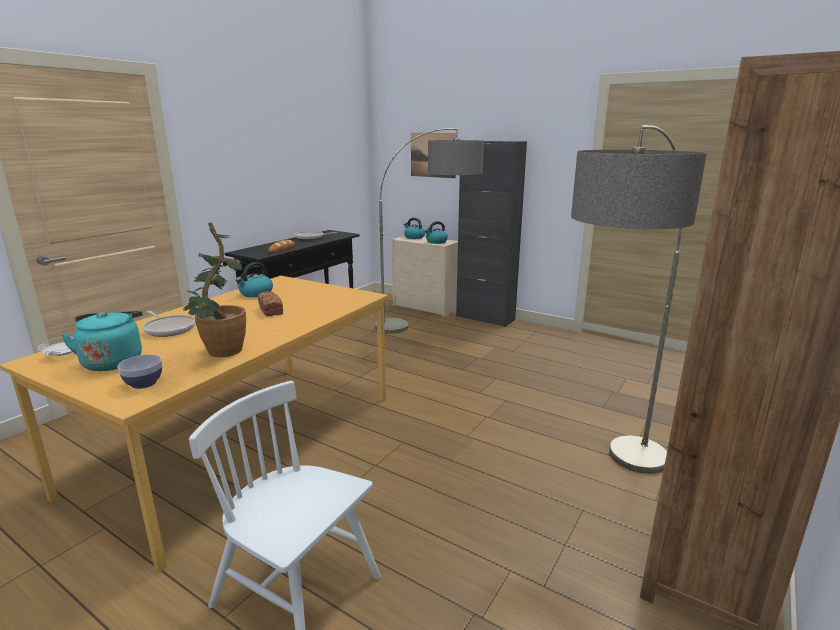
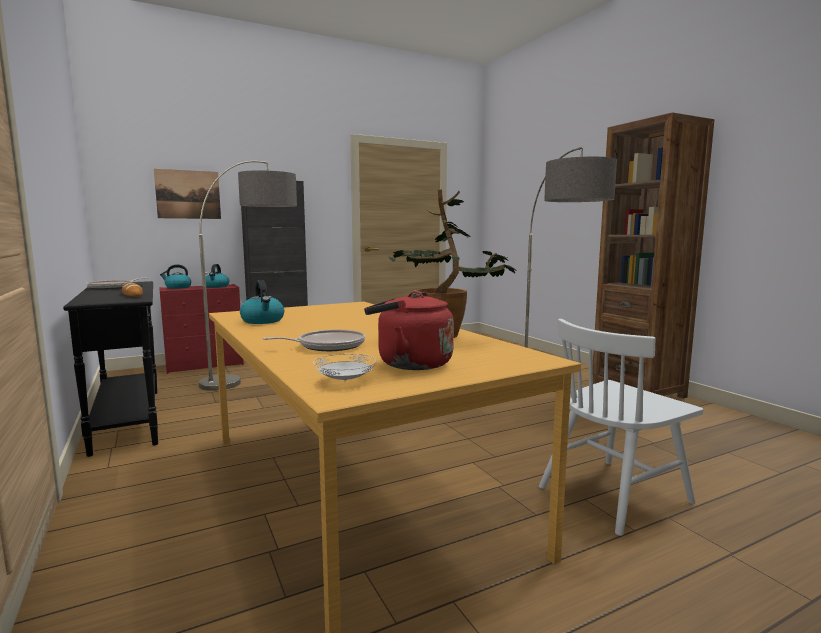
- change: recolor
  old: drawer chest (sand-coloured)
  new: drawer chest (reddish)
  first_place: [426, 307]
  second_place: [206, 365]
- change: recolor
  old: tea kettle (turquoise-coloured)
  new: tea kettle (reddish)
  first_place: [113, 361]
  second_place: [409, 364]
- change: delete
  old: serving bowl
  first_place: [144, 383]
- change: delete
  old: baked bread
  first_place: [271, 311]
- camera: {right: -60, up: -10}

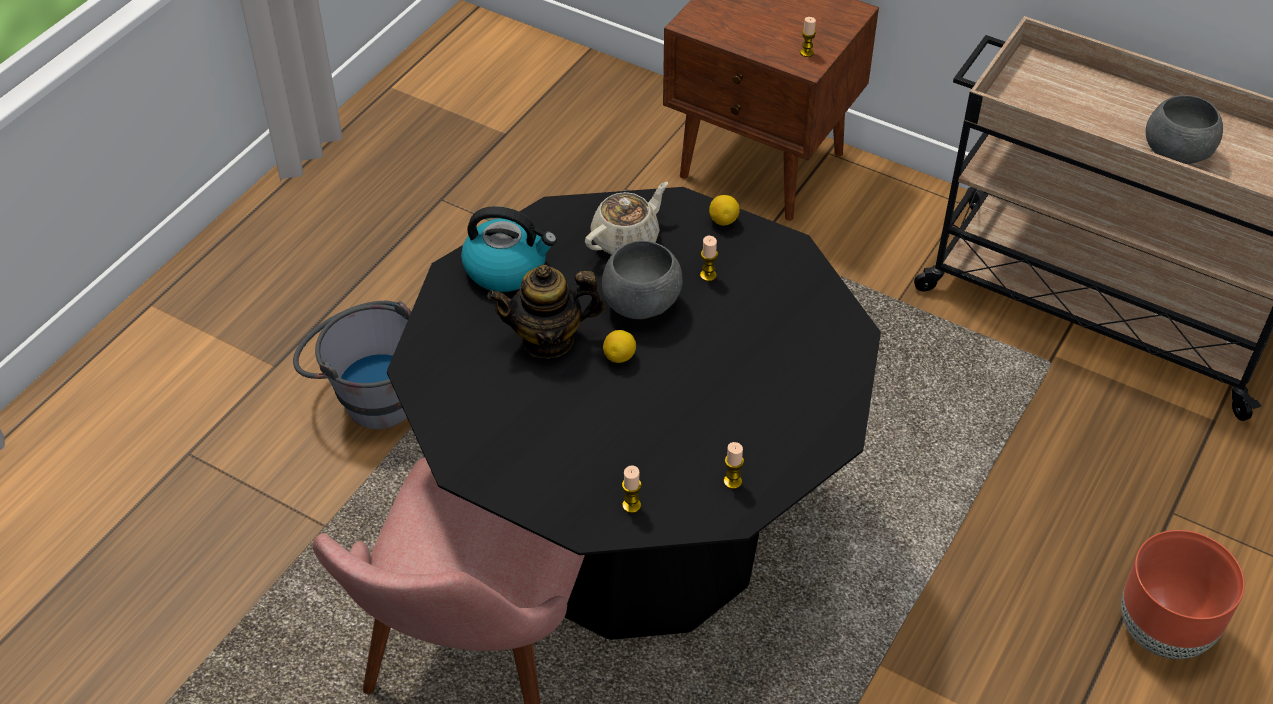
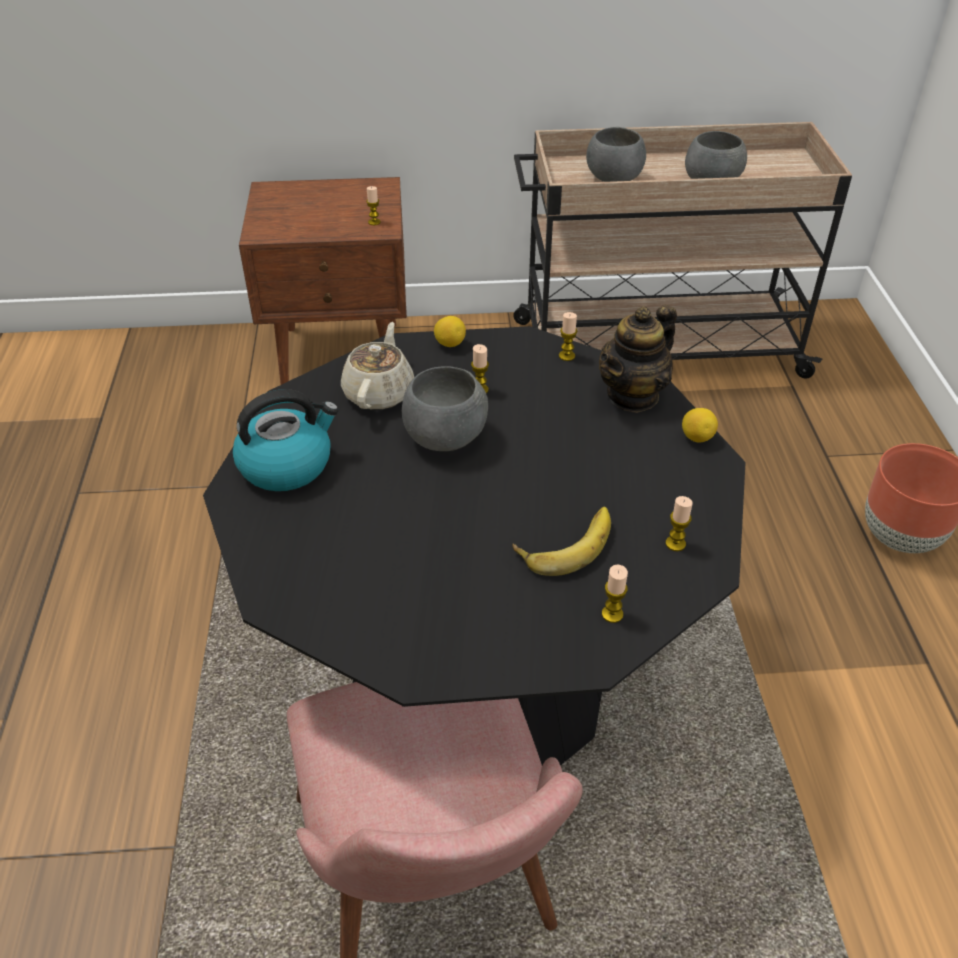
- change: insert
  new: whole banana
  second_place: [565, 543]
- change: insert
  new: wax light
  second_place: [566, 356]
- change: insert
  new: serving bowl (grey)
  second_place: [614, 179]
- change: move
  old: teapot
  first_place: [548, 339]
  second_place: [633, 395]
- change: move
  old: lemon
  first_place: [620, 357]
  second_place: [697, 437]
- change: delete
  old: pail (grey)
  first_place: [369, 396]
- camera: {right: -35, up: -5}

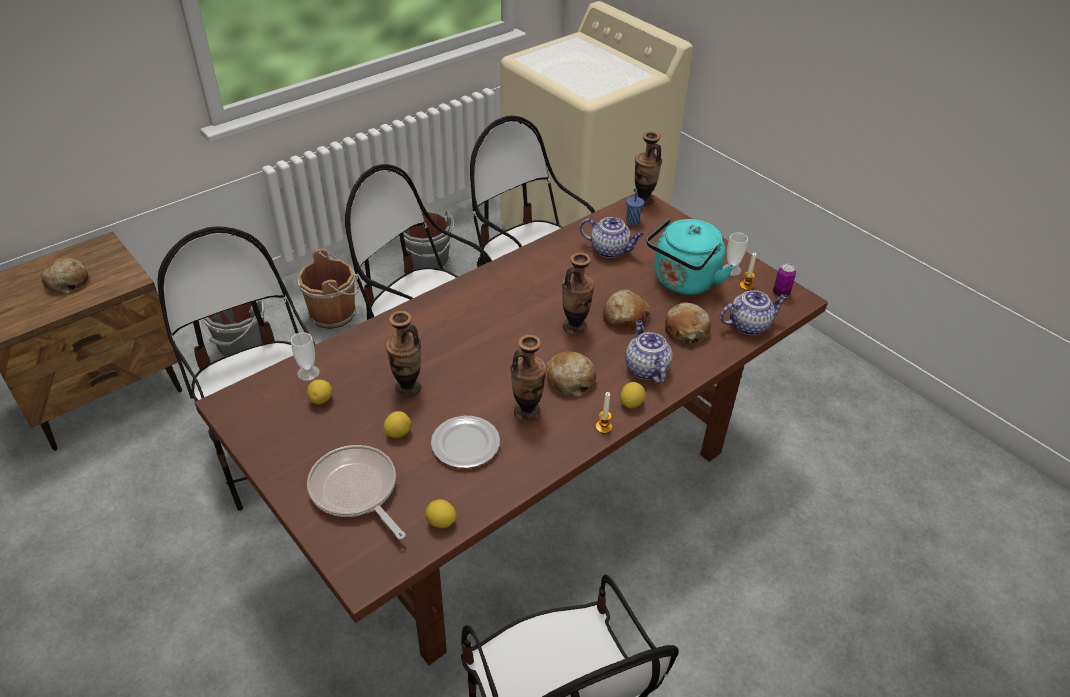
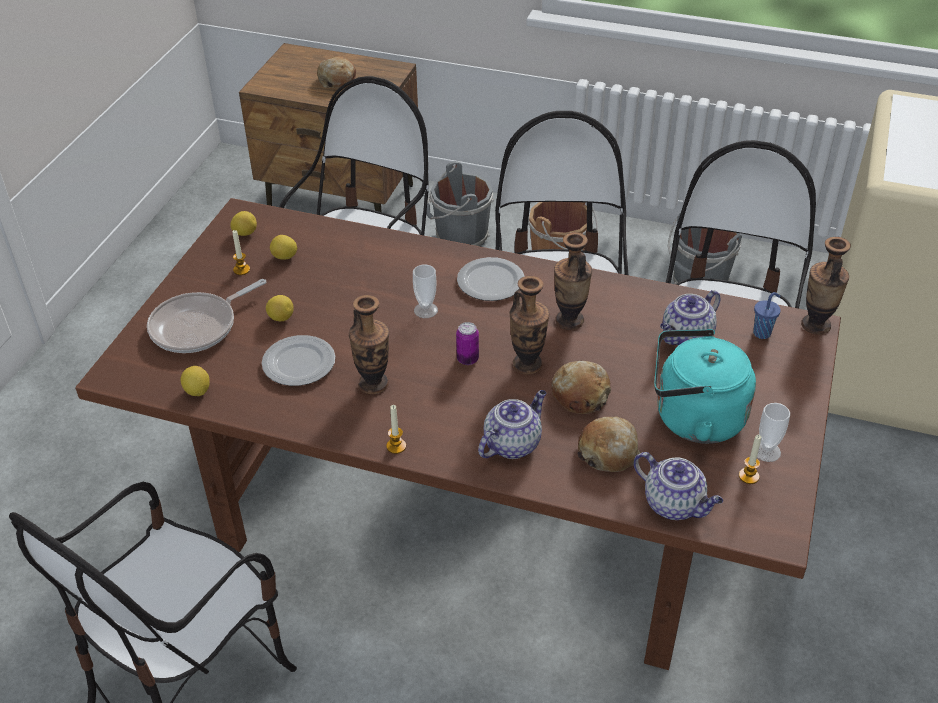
- change: rotate
  old: frying pan
  first_place: [356, 491]
  second_place: [198, 326]
  degrees: -150
- change: move
  old: lemon
  first_place: [631, 403]
  second_place: [245, 233]
- change: insert
  new: wax light
  second_place: [241, 270]
- change: move
  old: cup
  first_place: [308, 373]
  second_place: [425, 310]
- change: move
  old: sealed can
  first_place: [781, 293]
  second_place: [467, 359]
- change: insert
  new: plate
  second_place: [492, 282]
- change: move
  old: vase
  first_place: [408, 388]
  second_place: [569, 320]
- change: rotate
  old: teapot
  first_place: [610, 250]
  second_place: [686, 338]
  degrees: 60
- change: delete
  old: baked bread
  first_place: [570, 380]
- camera: {right: 60, up: 0}

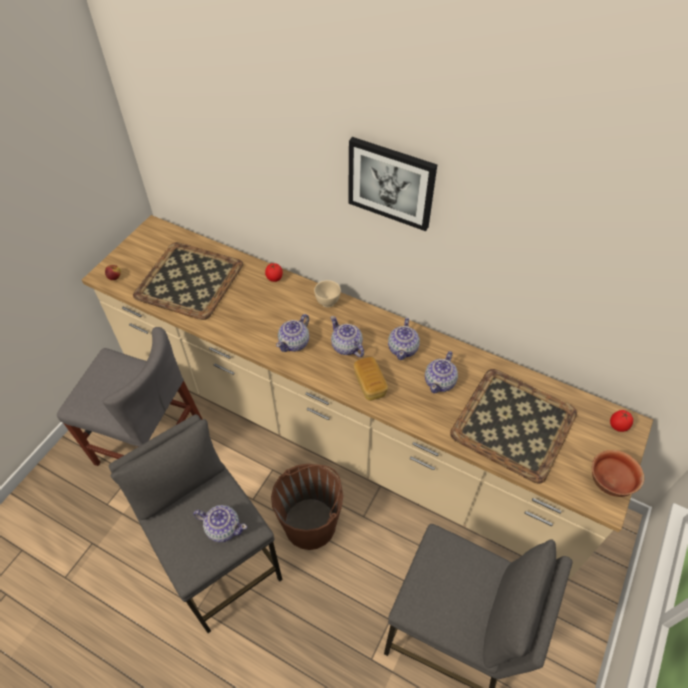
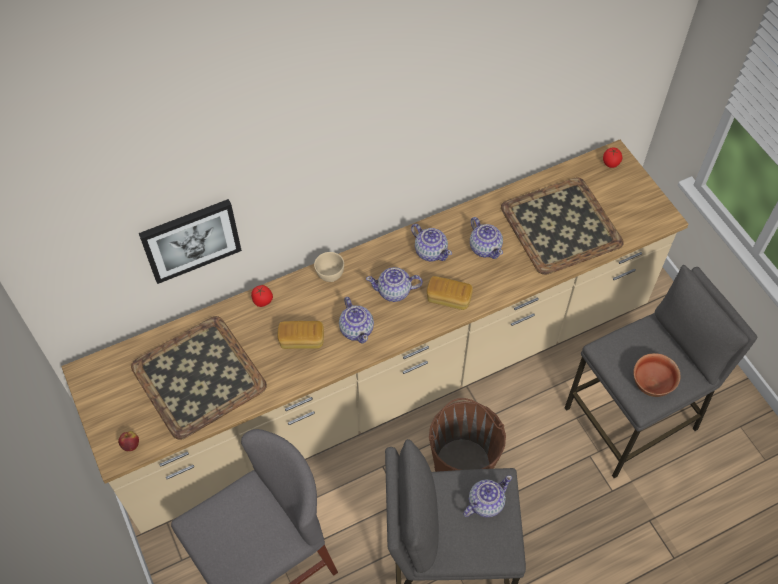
- change: move
  old: picture
  first_place: [391, 183]
  second_place: [191, 239]
- change: insert
  new: baked bread
  second_place: [301, 340]
- change: move
  old: serving bowl
  first_place: [610, 482]
  second_place: [652, 384]
- camera: {right: -55, up: 5}

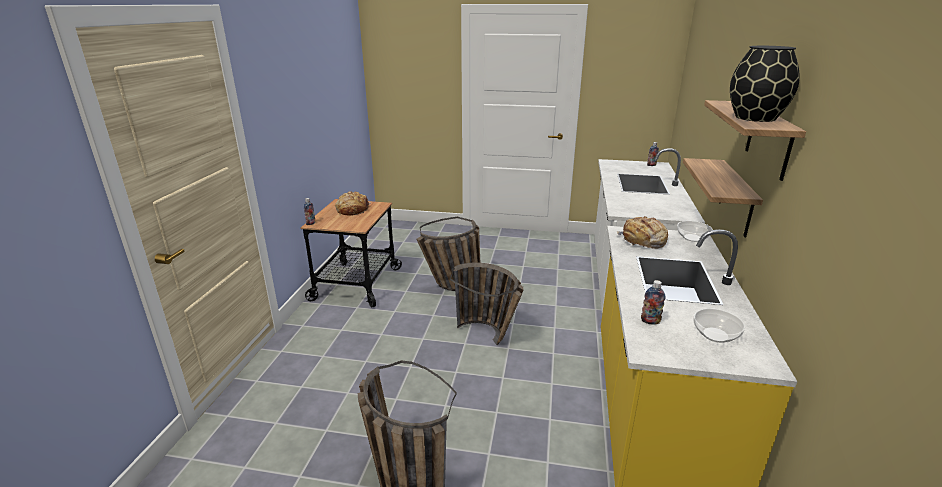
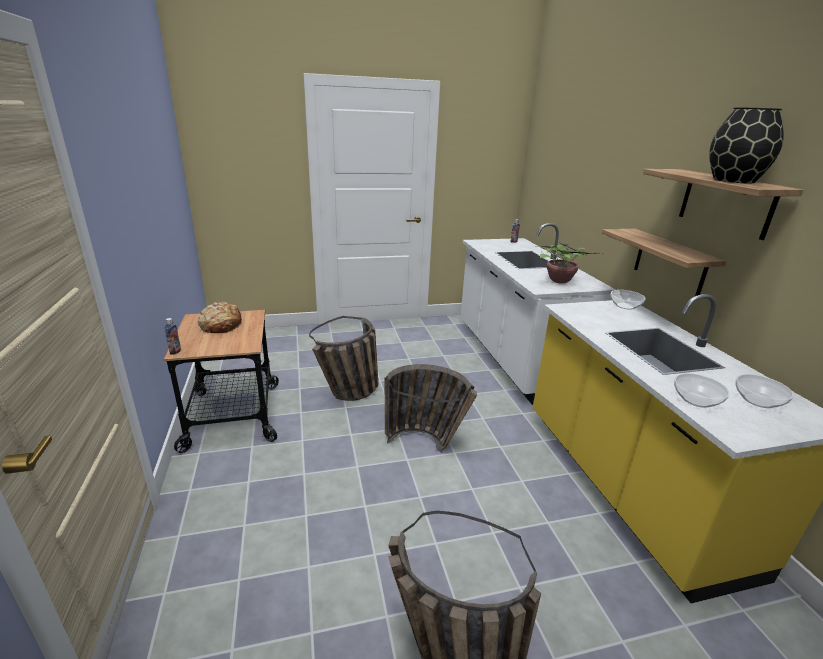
- change: insert
  new: potted plant
  second_place: [558, 280]
- change: replace
  old: beverage bottle
  new: serving bowl
  first_place: [650, 321]
  second_place: [696, 399]
- change: delete
  old: baked bread
  first_place: [643, 240]
- camera: {right: -25, up: 0}

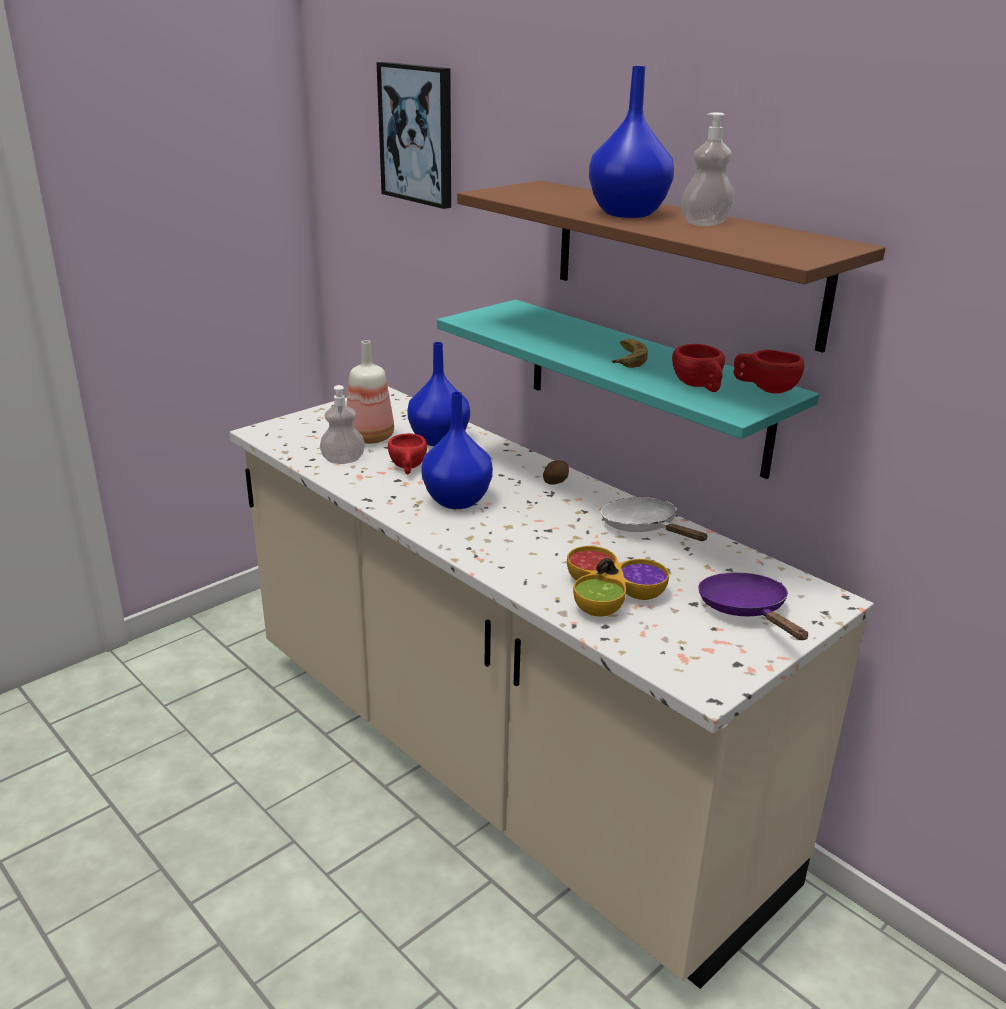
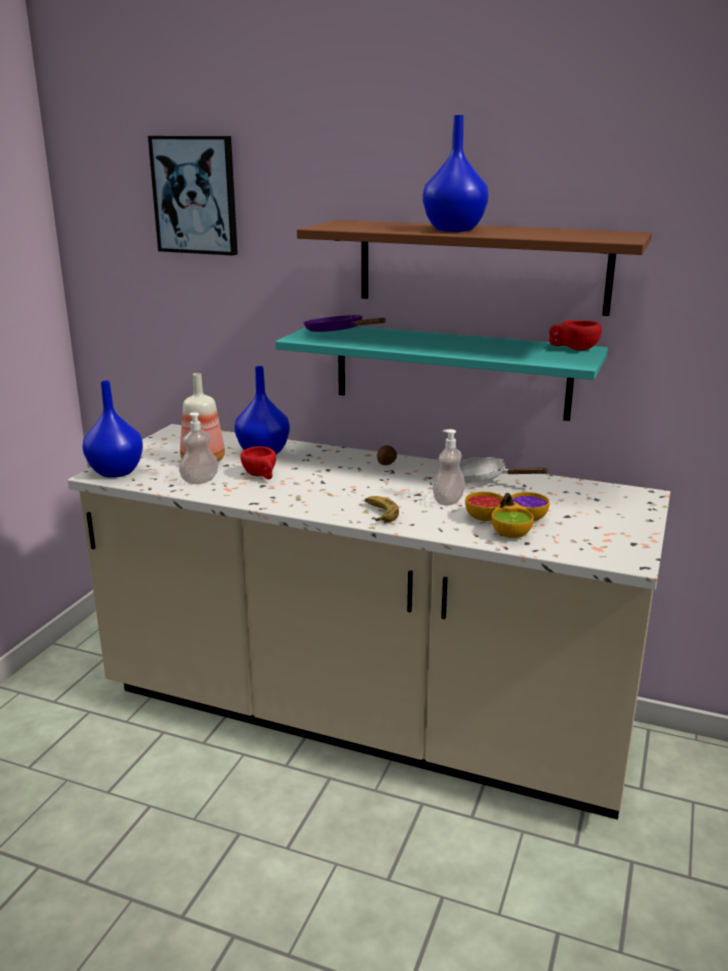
- change: move
  old: vase (blue-coloured)
  first_place: [455, 501]
  second_place: [115, 472]
- change: move
  old: frying pan (purple-coloured)
  first_place: [746, 611]
  second_place: [338, 332]
- change: move
  old: whole banana
  first_place: [627, 358]
  second_place: [379, 513]
- change: move
  old: liquid soap bottle
  first_place: [705, 223]
  second_place: [448, 501]
- change: delete
  old: cup (reddish)
  first_place: [699, 387]
- camera: {right: -25, up: -5}

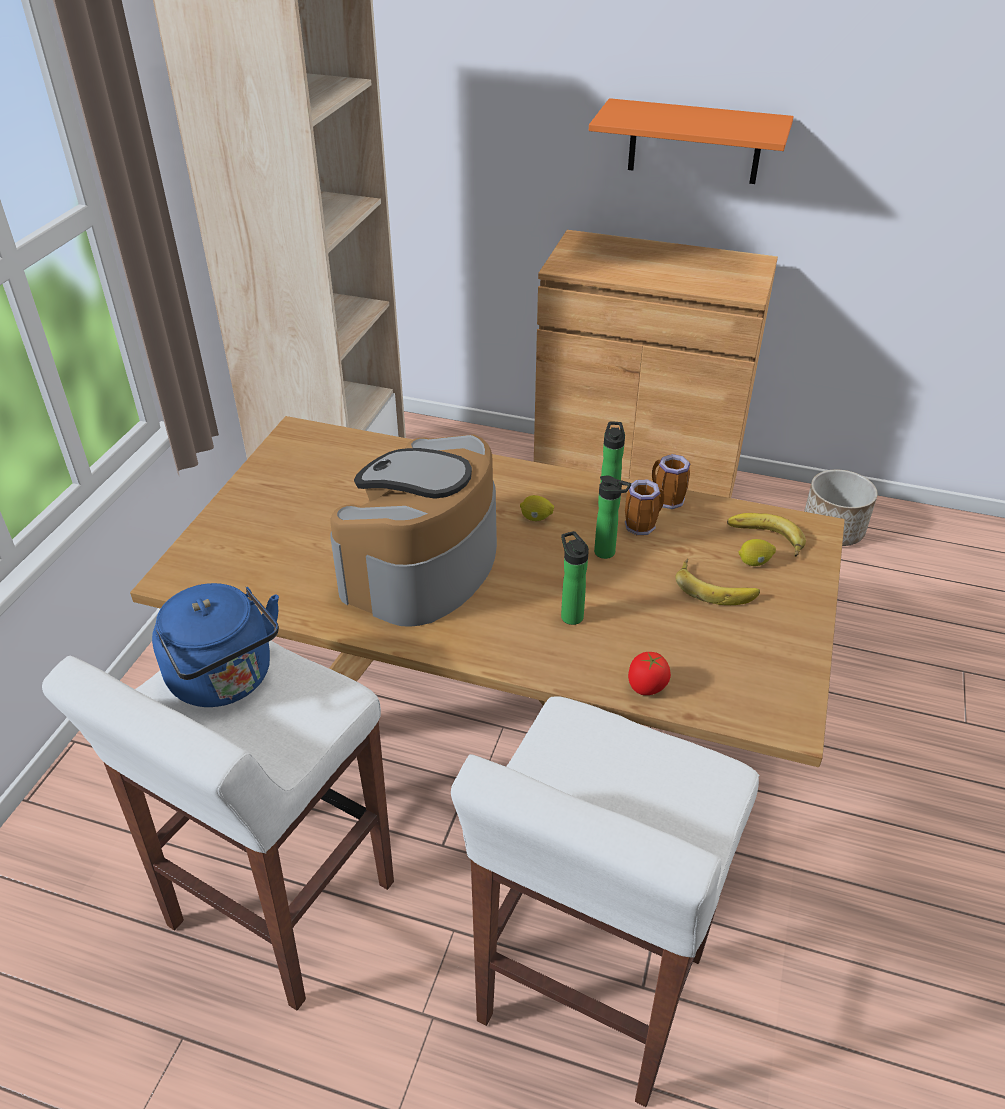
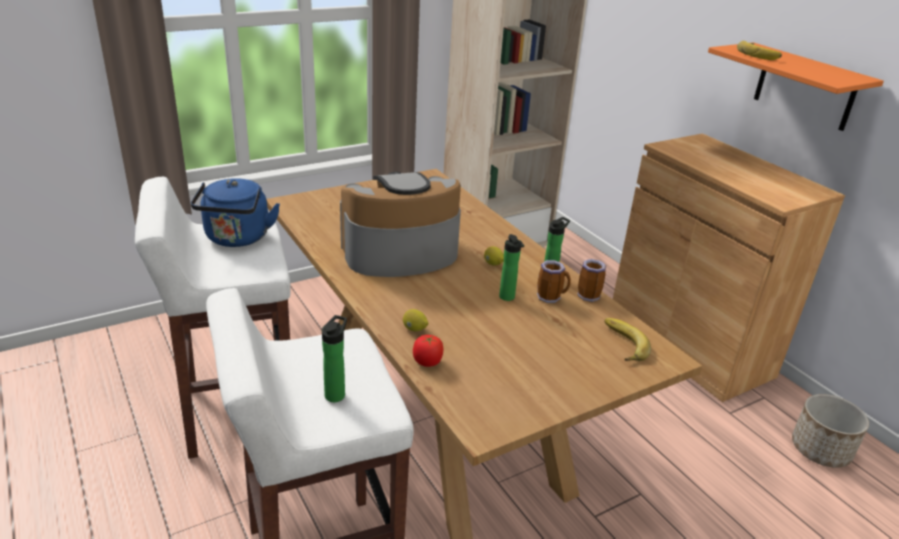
- change: move
  old: beverage bottle
  first_place: [570, 614]
  second_place: [336, 393]
- change: move
  old: lemon
  first_place: [754, 562]
  second_place: [414, 329]
- change: move
  old: whole banana
  first_place: [716, 586]
  second_place: [759, 54]
- camera: {right: 40, up: -10}

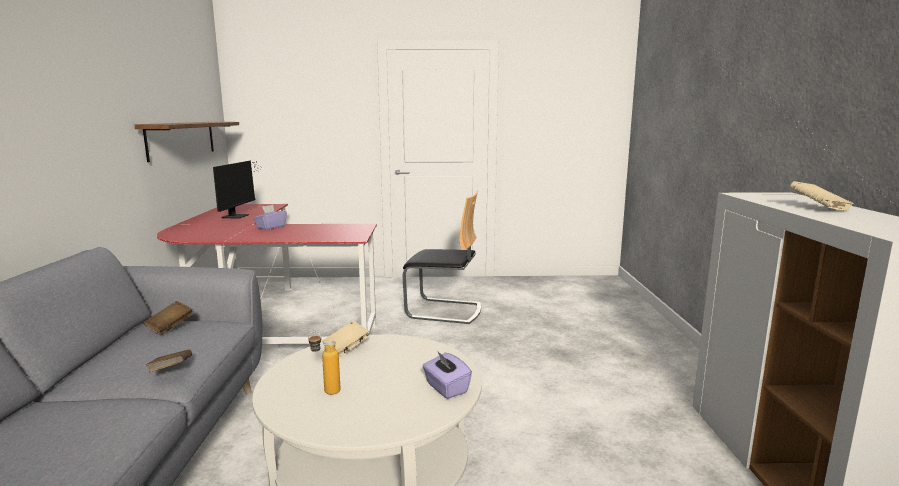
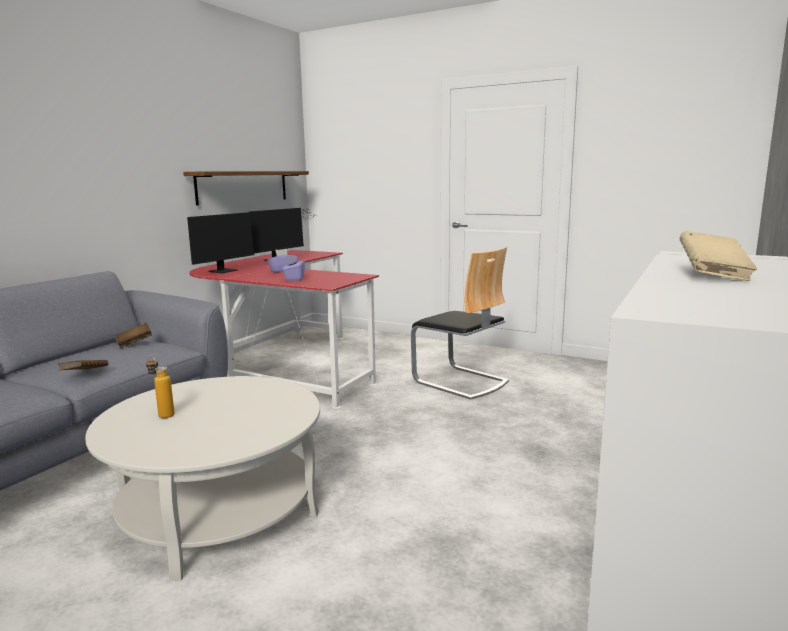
- change: insert
  new: computer display
  second_place: [226, 270]
- change: move
  old: tissue box (purple-coloured)
  first_place: [446, 388]
  second_place: [294, 279]
- change: delete
  old: bound book (sand-coloured)
  first_place: [346, 348]
- camera: {right: 30, up: 0}

